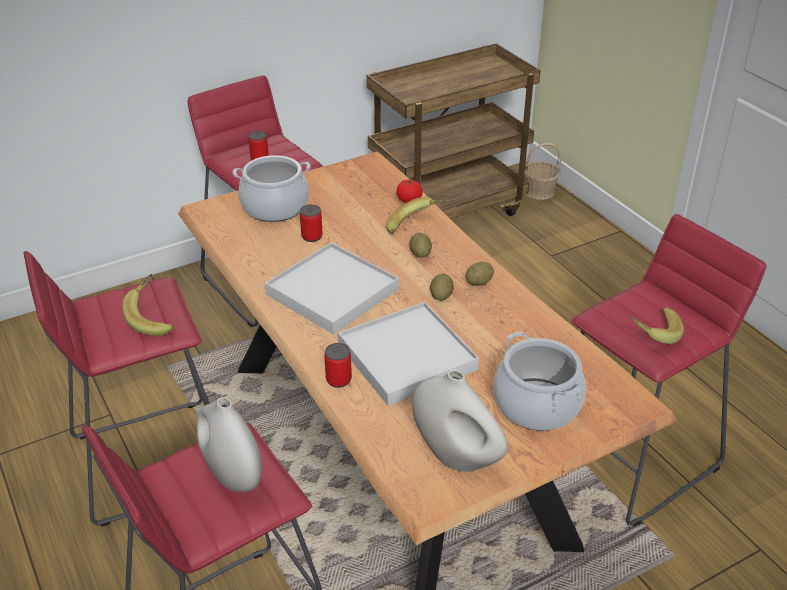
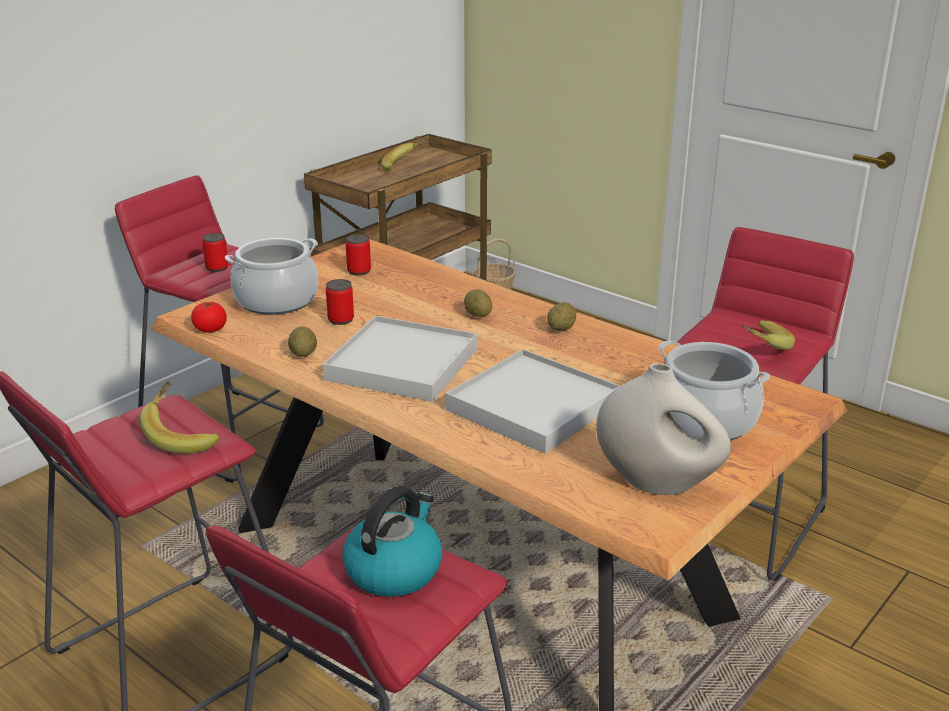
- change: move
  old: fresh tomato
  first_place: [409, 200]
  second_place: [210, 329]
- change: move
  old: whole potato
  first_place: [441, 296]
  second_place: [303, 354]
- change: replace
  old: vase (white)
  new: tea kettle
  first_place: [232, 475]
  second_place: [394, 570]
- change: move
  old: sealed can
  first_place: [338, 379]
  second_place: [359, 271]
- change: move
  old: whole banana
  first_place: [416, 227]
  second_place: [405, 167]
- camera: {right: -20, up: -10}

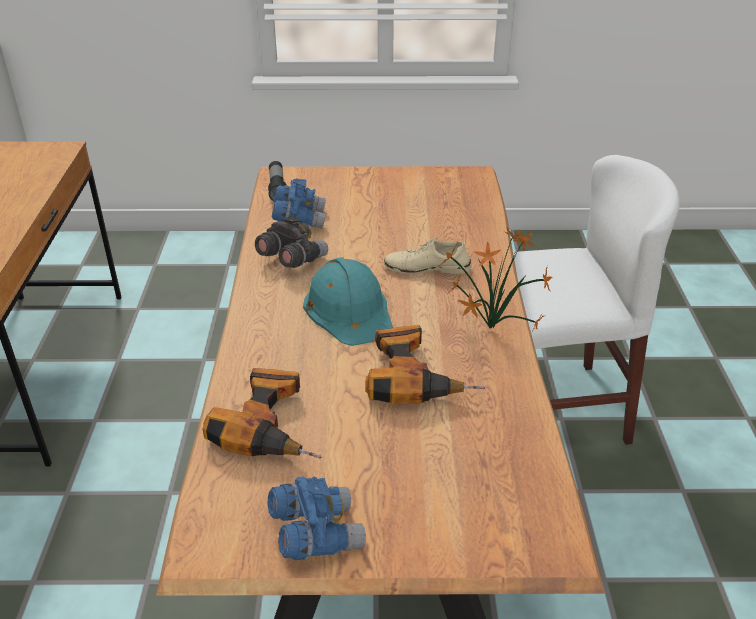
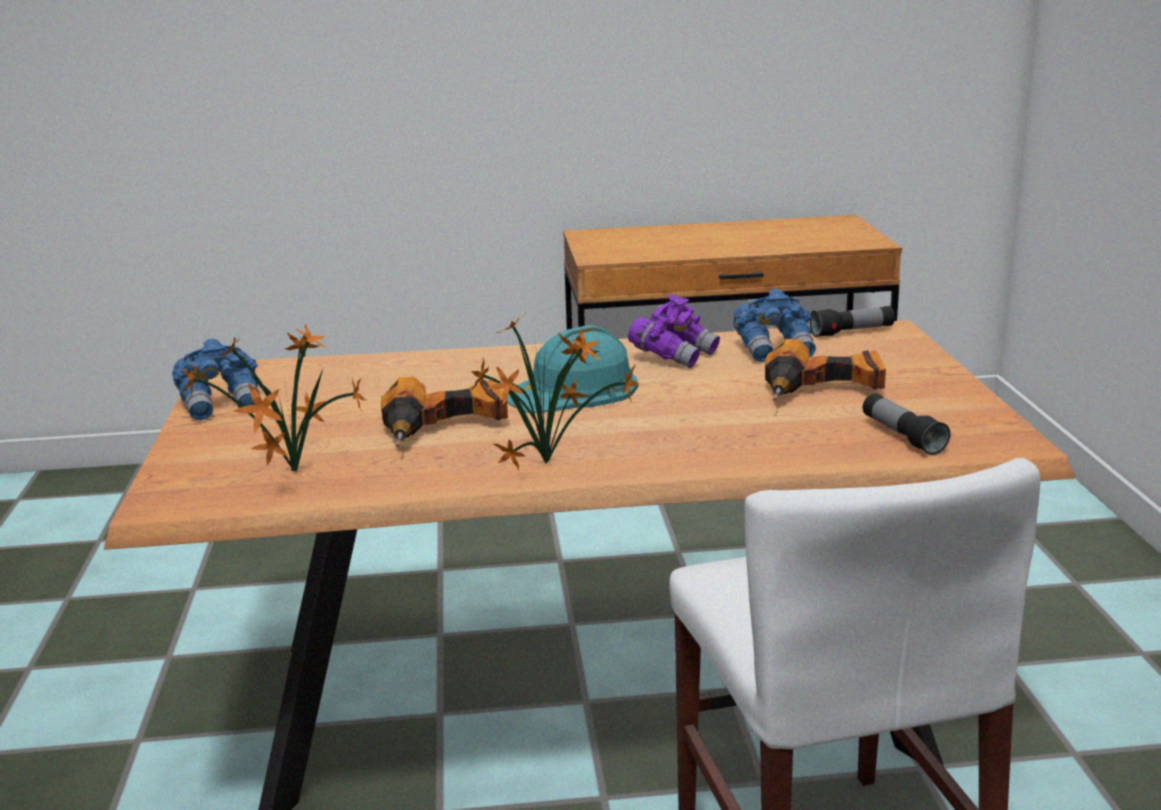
- change: insert
  new: potted plant
  second_place: [292, 474]
- change: recolor
  old: pair of binoculars (grey)
  new: pair of binoculars (purple-coloured)
  first_place: [292, 260]
  second_place: [674, 355]
- change: move
  old: electric drill
  first_place: [272, 425]
  second_place: [822, 391]
- change: insert
  new: hand torch
  second_place: [902, 436]
- change: delete
  old: shoe (sand-coloured)
  first_place: [427, 267]
- camera: {right: 85, up: -15}

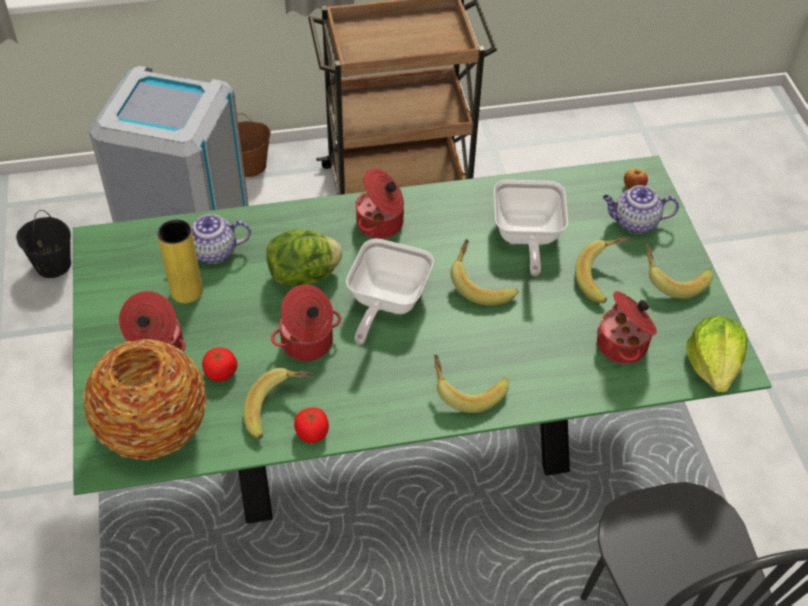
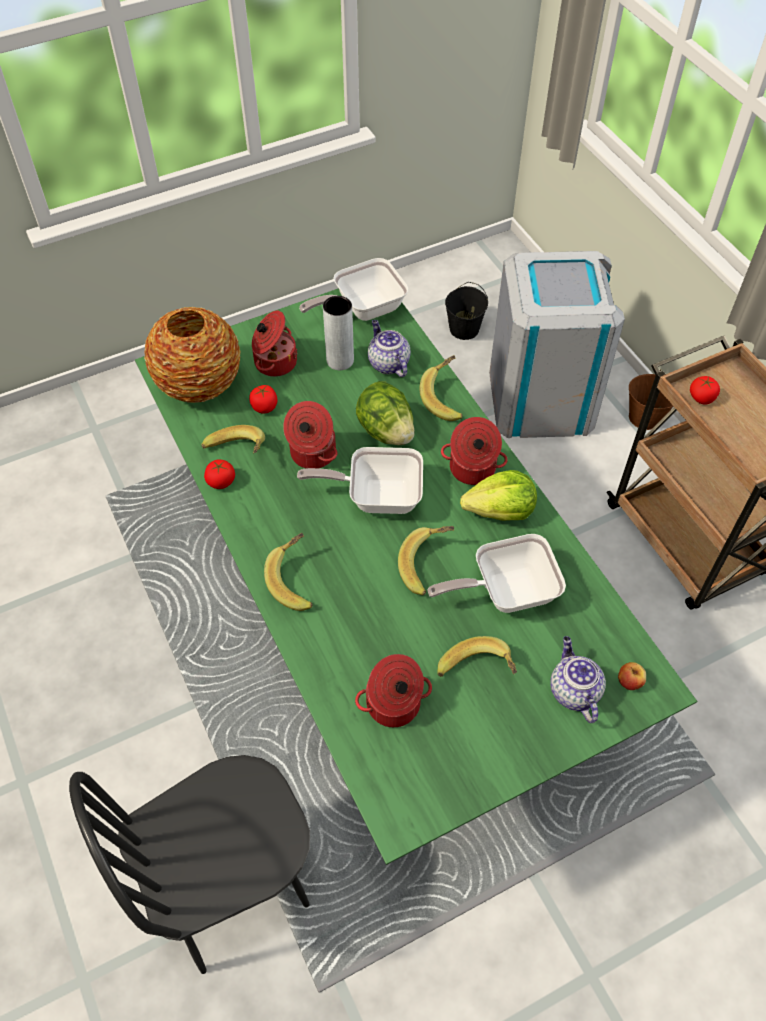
- change: insert
  new: frying pan
  second_place: [363, 309]
- change: recolor
  old: vase (yellow-coloured)
  new: vase (grey)
  first_place: [186, 291]
  second_place: [340, 360]
- change: move
  old: whole banana
  first_place: [672, 279]
  second_place: [446, 398]
- change: move
  old: lettuce head
  first_place: [713, 366]
  second_place: [500, 511]
- change: insert
  new: fresh tomato
  second_place: [701, 398]
- camera: {right: 75, up: 5}

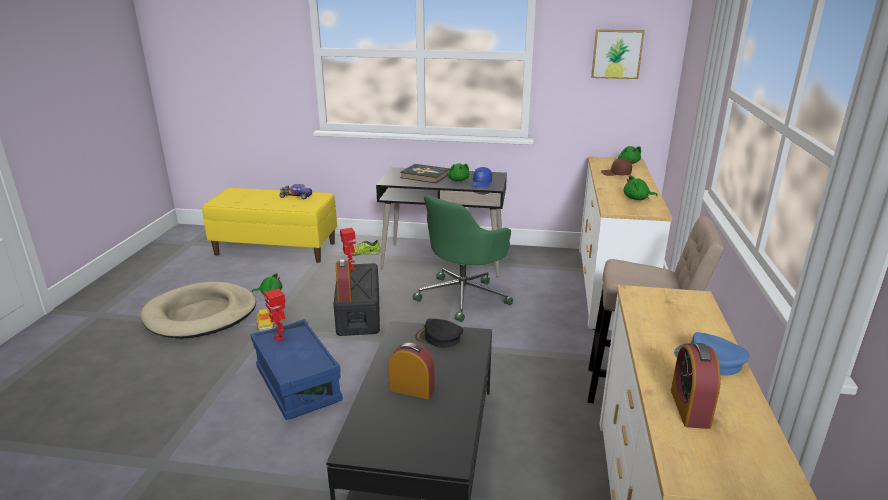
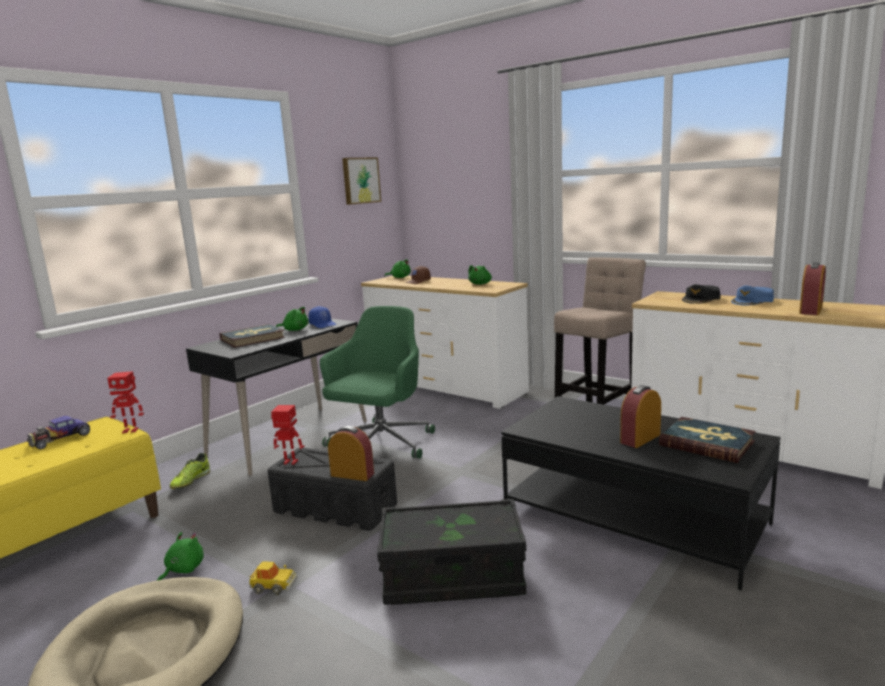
- change: move
  old: toy robot
  first_place: [279, 337]
  second_place: [131, 430]
- change: rotate
  old: office chair (green-coloured)
  first_place: [464, 296]
  second_place: [380, 444]
  degrees: -135
- change: recolor
  old: storage container (blue-coloured)
  new: storage container (black)
  first_place: [298, 385]
  second_place: [453, 577]
- change: insert
  new: bound book
  second_place: [707, 443]
- change: move
  old: cap (black)
  first_place: [439, 338]
  second_place: [701, 299]
- change: rotate
  old: alarm clock
  first_place: [690, 408]
  second_place: [811, 310]
  degrees: -90
- camera: {right: -60, up: -10}

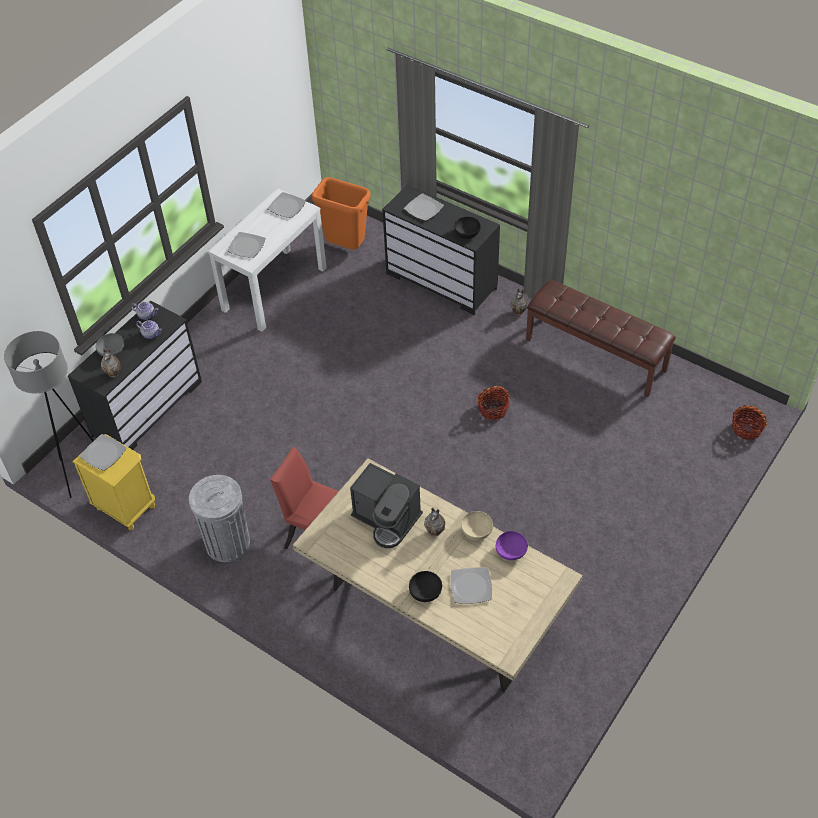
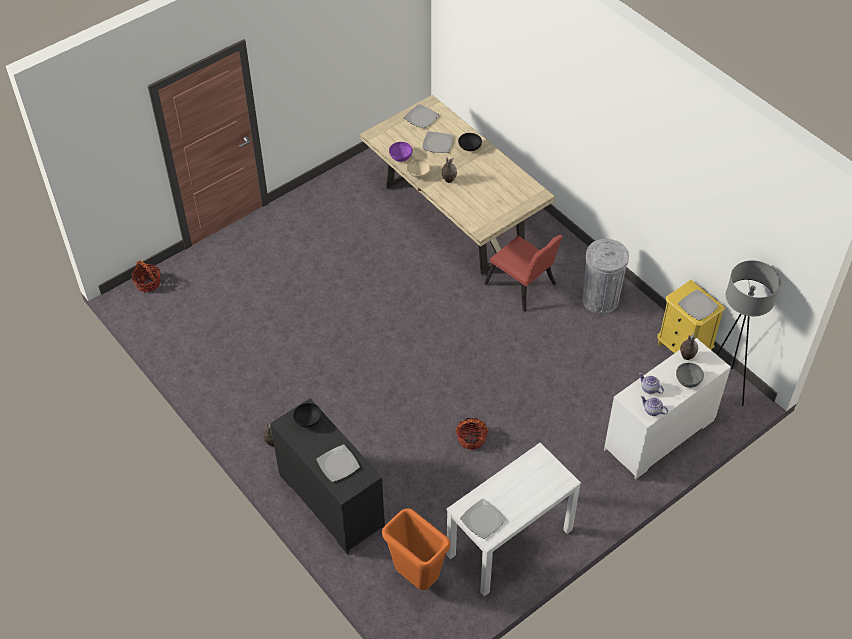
- change: move
  old: plate
  first_place: [247, 246]
  second_place: [421, 117]
- change: move
  old: storage basket
  first_place: [493, 409]
  second_place: [471, 438]
- change: recolor
  old: drawer chest (black)
  new: drawer chest (white)
  first_place: [147, 408]
  second_place: [659, 436]
- change: delete
  old: coffee maker
  first_place: [387, 519]
- change: delete
  old: bench (brown)
  first_place: [596, 354]
- camera: {right: -165, up: 0}

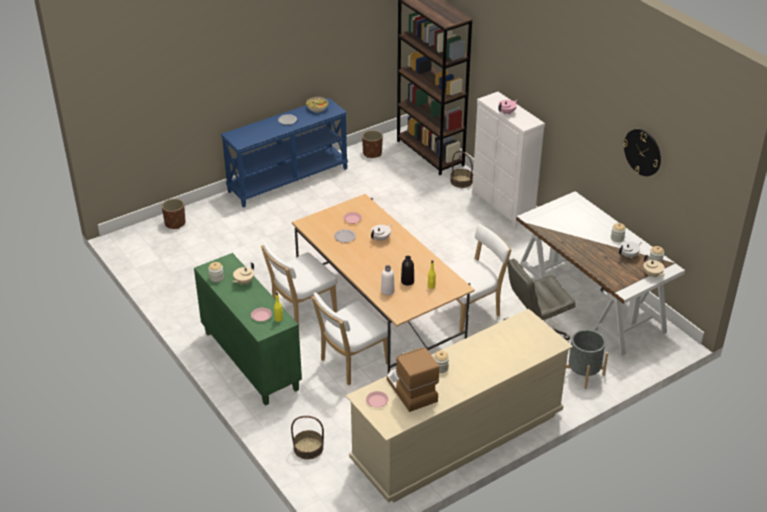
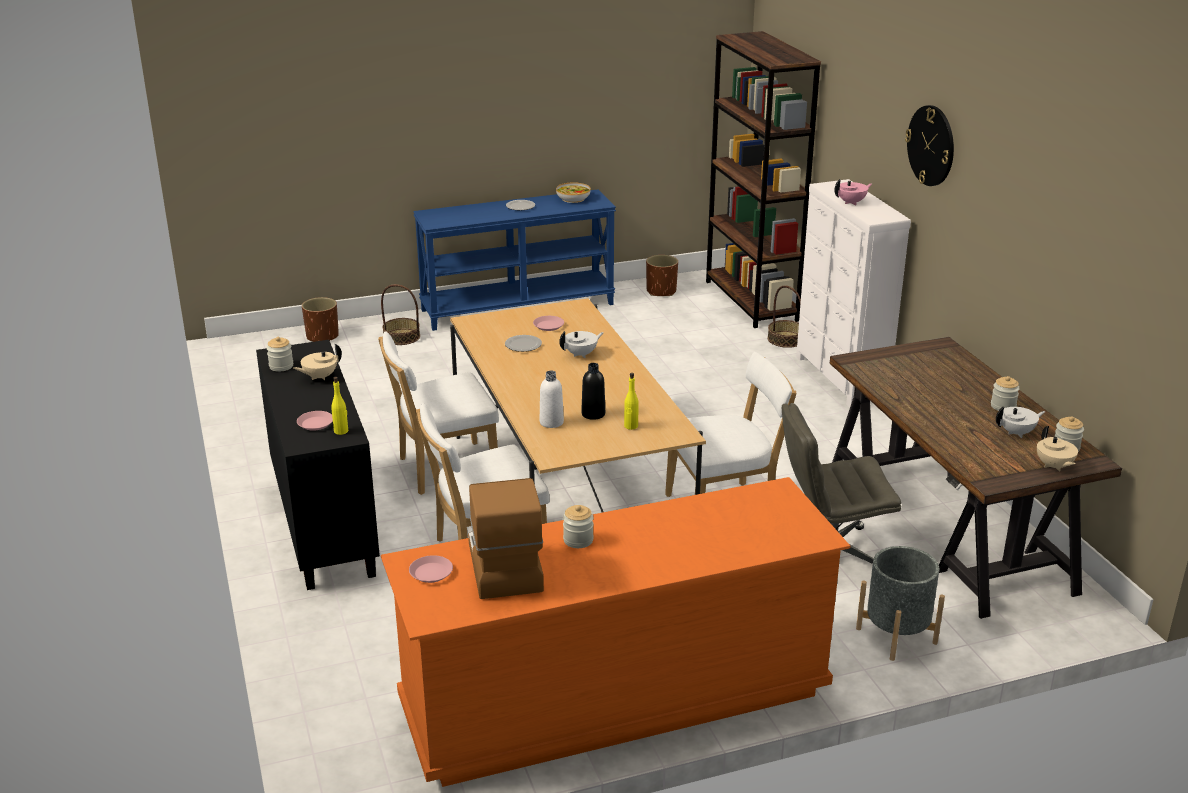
- change: recolor
  old: cabinet (green-coloured)
  new: cabinet (black)
  first_place: [249, 360]
  second_place: [322, 522]
- change: move
  old: storage basket
  first_place: [308, 448]
  second_place: [402, 337]
- change: recolor
  old: drawer chest (sand-coloured)
  new: drawer chest (orange-coloured)
  first_place: [457, 437]
  second_place: [615, 698]
- change: recolor
  old: desk unit (white)
  new: desk unit (brown)
  first_place: [590, 300]
  second_place: [948, 524]
- change: move
  old: hanging clock
  first_place: [642, 152]
  second_place: [931, 145]
- camera: {right: 15, up: -10}

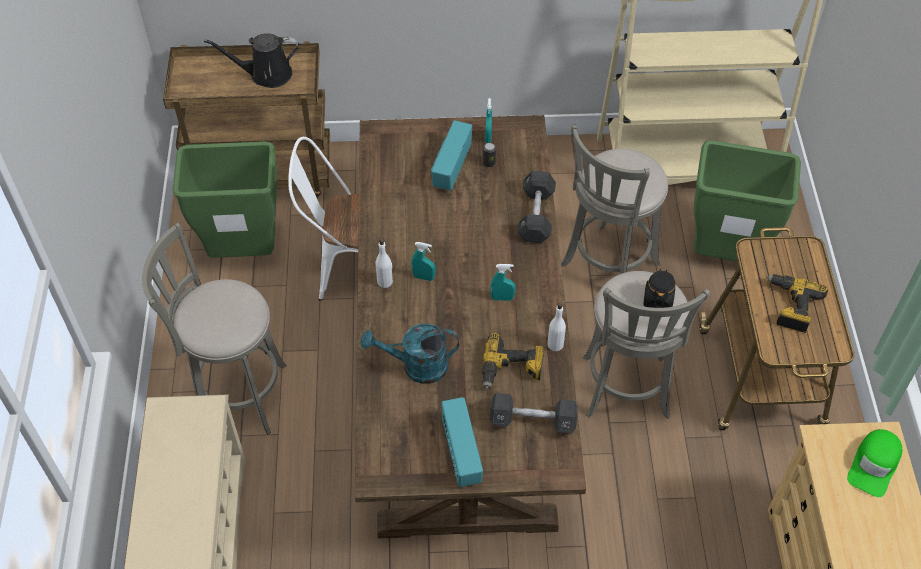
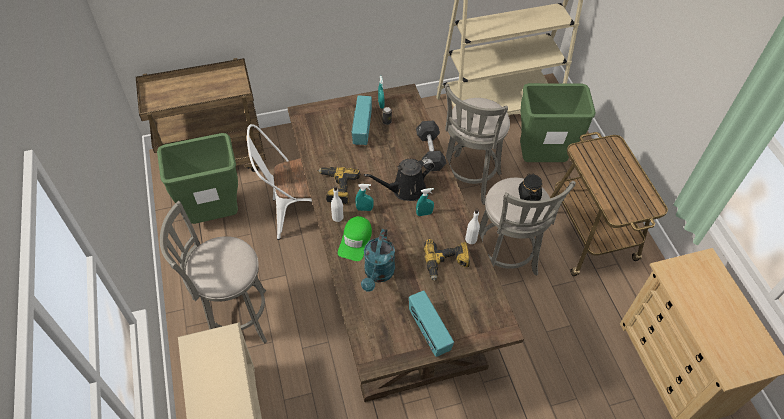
- change: move
  old: electric drill
  first_place: [790, 306]
  second_place: [337, 188]
- change: move
  old: cap (green-coloured)
  first_place: [874, 465]
  second_place: [355, 241]
- change: rotate
  old: watering pot (turquoise-coloured)
  first_place: [416, 366]
  second_place: [378, 274]
  degrees: -60
- change: move
  old: watering pot (black)
  first_place: [266, 74]
  second_place: [405, 189]
- change: delete
  old: hand weight (black)
  first_place: [532, 421]
- camera: {right: -15, up: 0}

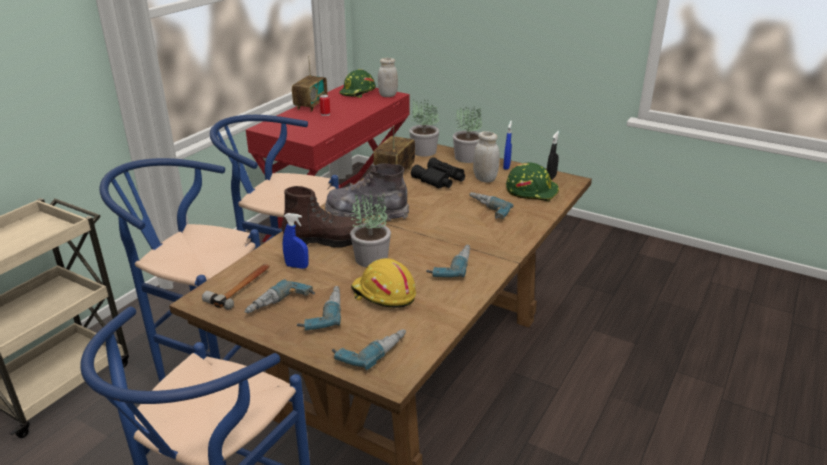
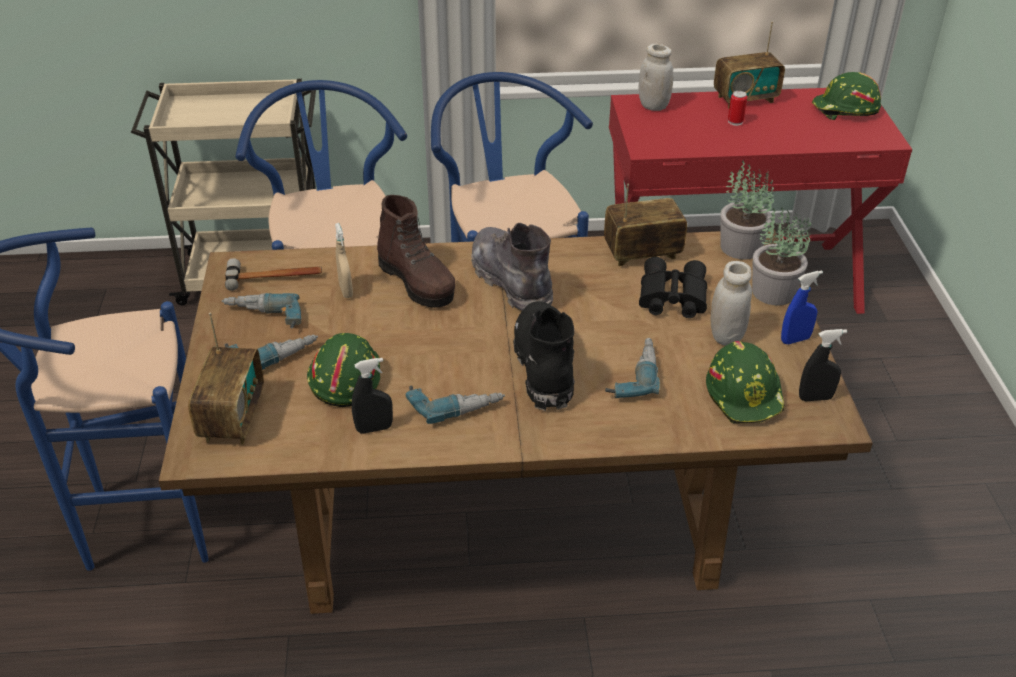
- change: replace
  old: electric drill
  new: radio receiver
  first_place: [370, 350]
  second_place: [232, 418]
- change: recolor
  old: safety helmet (yellow-coloured)
  new: safety helmet (green-coloured)
  first_place: [383, 295]
  second_place: [344, 378]
- change: recolor
  old: spray bottle (blue-coloured)
  new: spray bottle (sand-coloured)
  first_place: [297, 266]
  second_place: [346, 291]
- change: insert
  new: spray bottle (black)
  second_place: [374, 428]
- change: insert
  new: tall boot (black)
  second_place: [545, 366]
- change: move
  old: preserve jar (white)
  first_place: [388, 95]
  second_place: [653, 106]
- change: delete
  old: potted plant
  first_place: [371, 258]
- camera: {right: 55, up: 10}

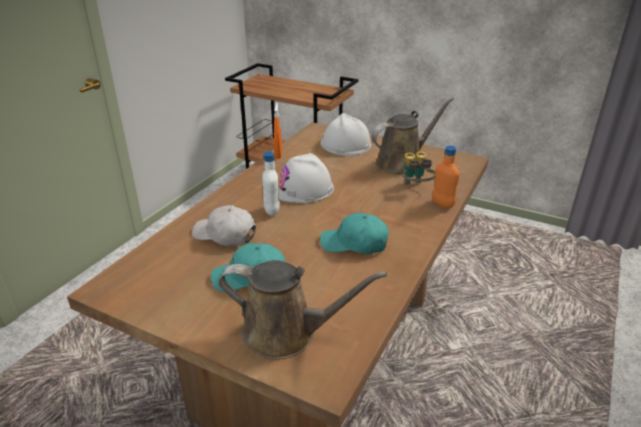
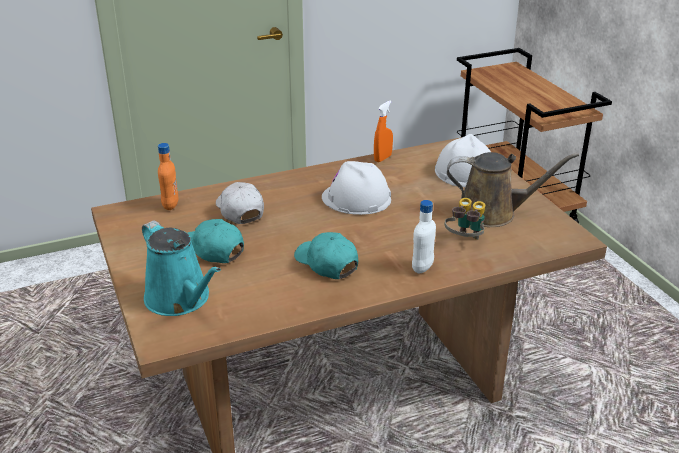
- change: recolor
  old: watering pot (brown)
  new: watering pot (turquoise-coloured)
  first_place: [286, 333]
  second_place: [180, 299]
- change: move
  old: beverage bottle (orange-coloured)
  first_place: [442, 204]
  second_place: [170, 205]
- change: move
  old: beverage bottle (white)
  first_place: [272, 211]
  second_place: [422, 268]
- camera: {right: 40, up: 0}

